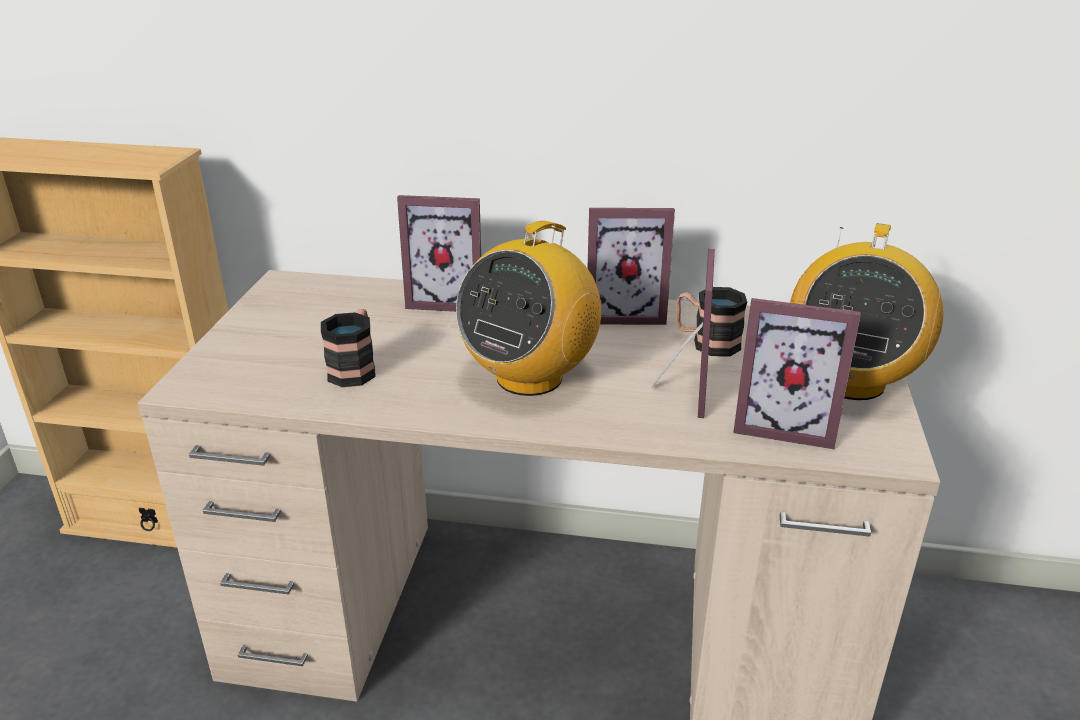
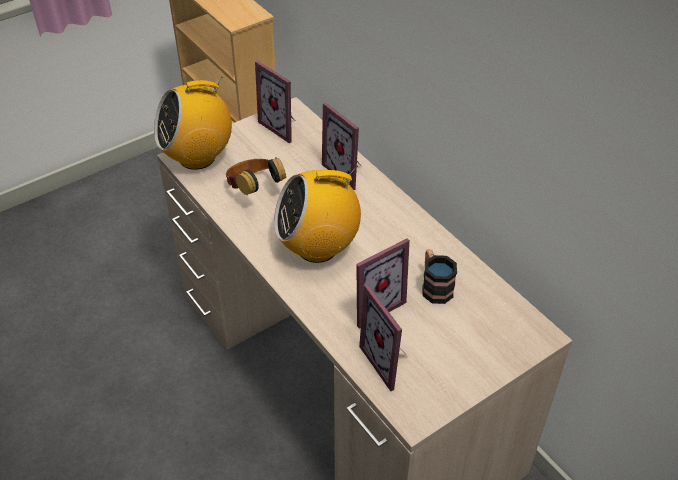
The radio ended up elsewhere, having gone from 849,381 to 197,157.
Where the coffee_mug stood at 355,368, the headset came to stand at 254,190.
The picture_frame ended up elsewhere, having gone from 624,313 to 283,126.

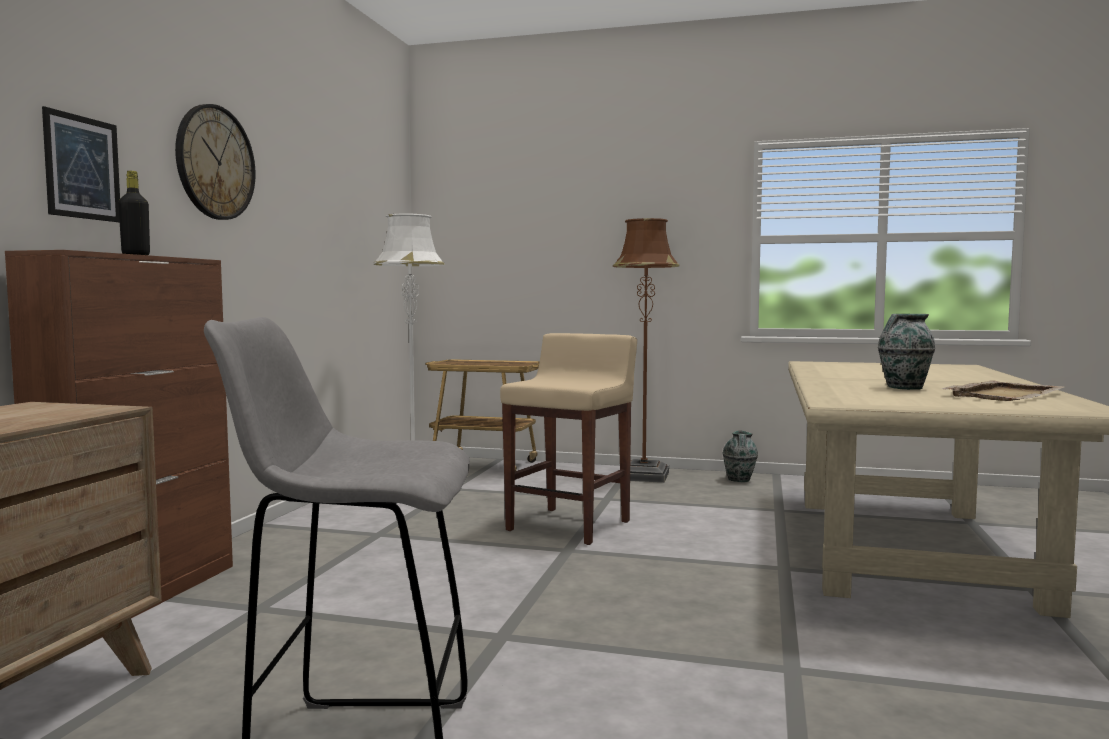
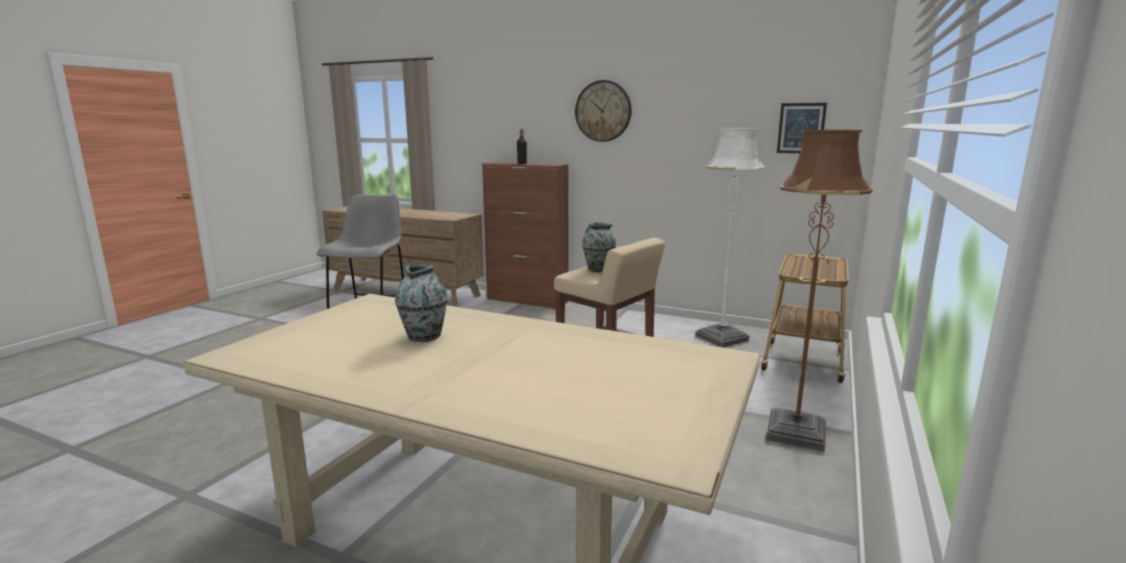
The vase ended up elsewhere, having gone from 739,480 to 598,269.
The wall_picture ended up elsewhere, having gone from 82,167 to 801,128.
The second view lost the sand-coloured_serving_tray at 1004,395.

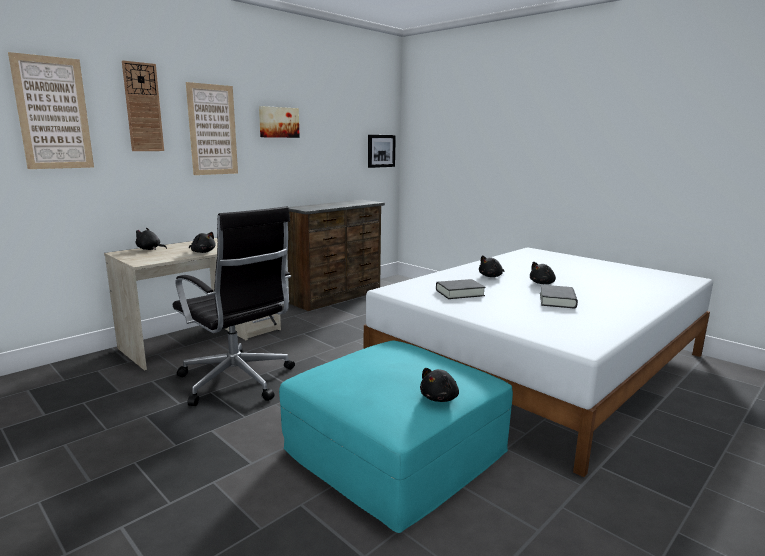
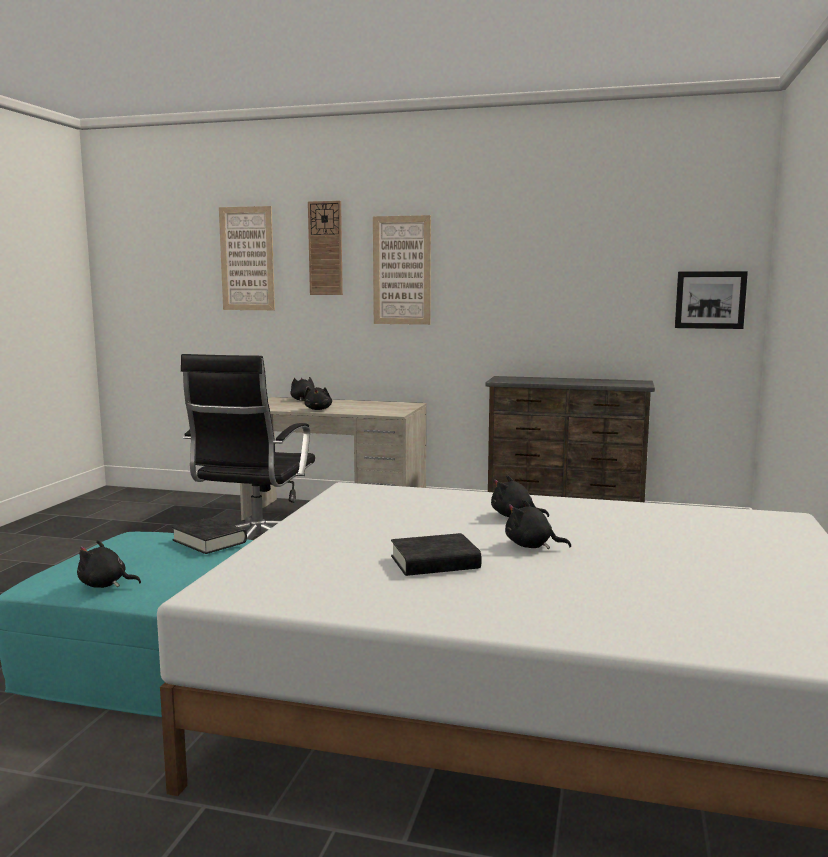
The black_bound_book ended up elsewhere, having gone from 459,293 to 209,541.
The second view lost the wall_picture at 278,122.

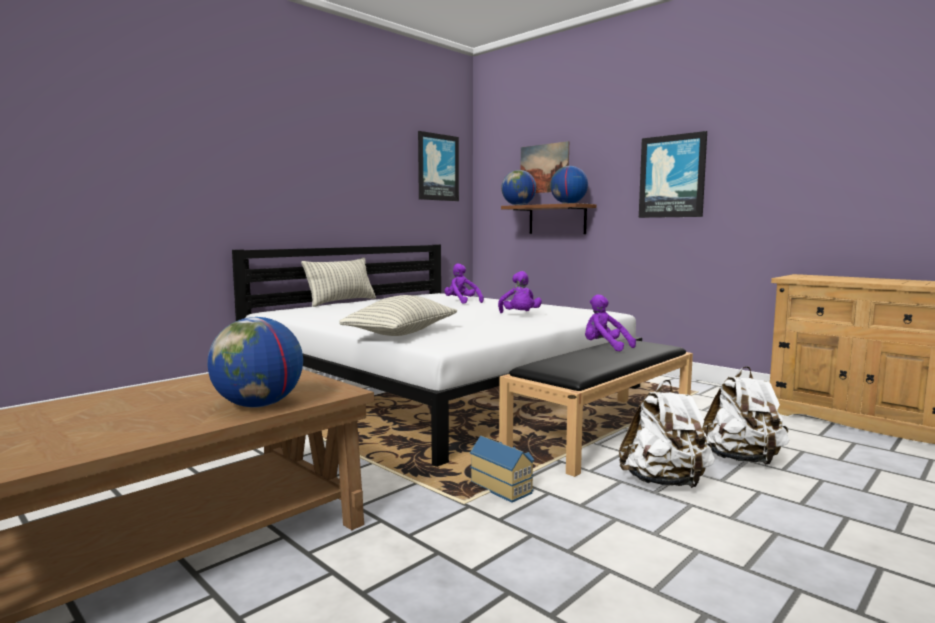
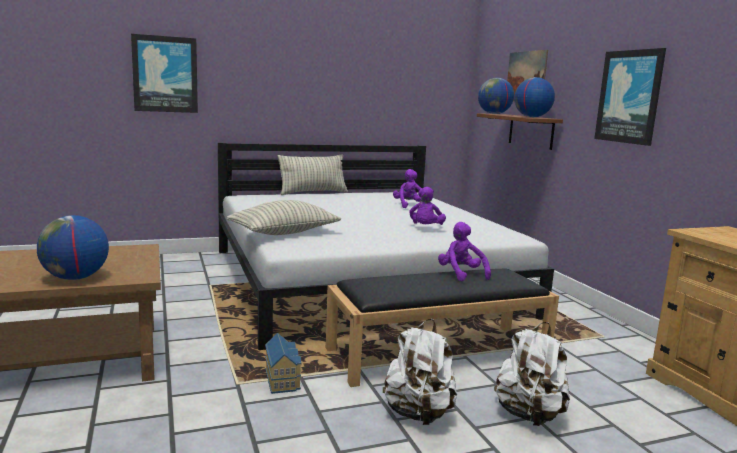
The wall_picture ended up elsewhere, having gone from 437,167 to 165,74.

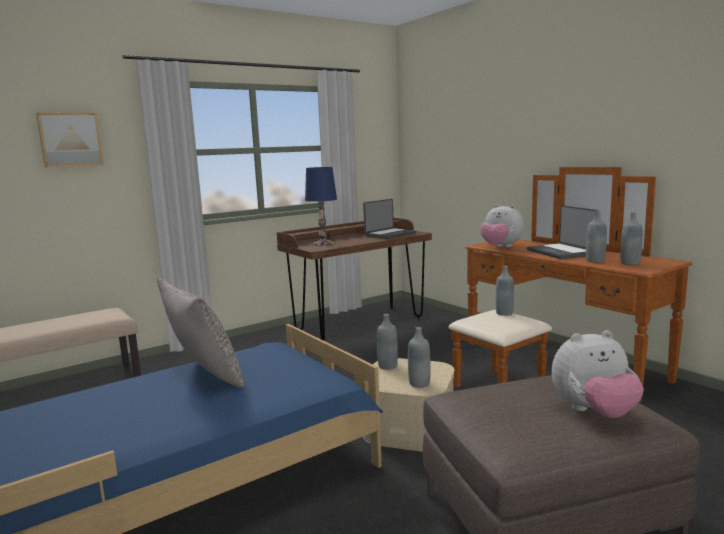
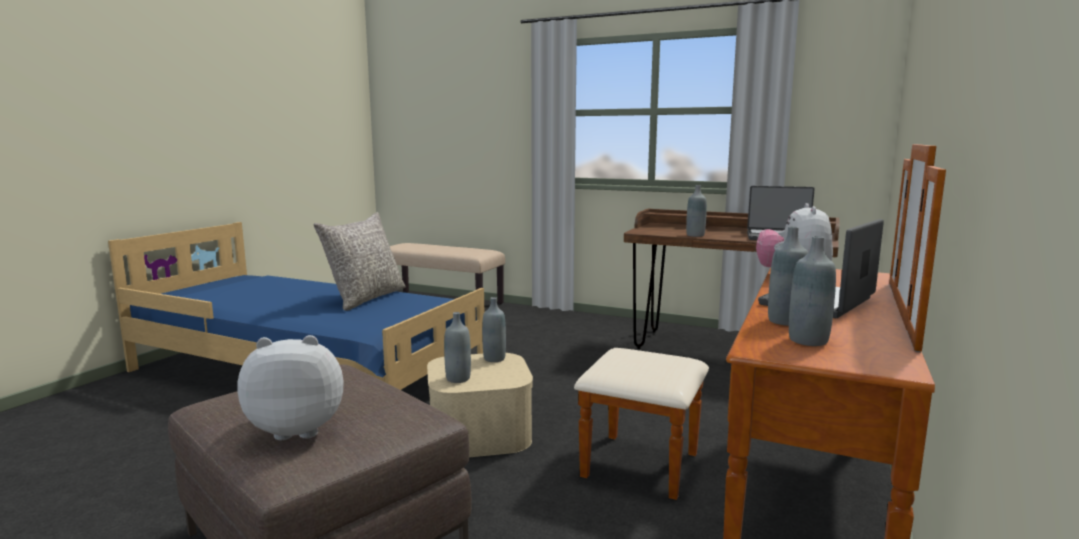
The plush_toy at 594,412 ended up facing another way, 120 degrees clockwise from before.
The greyish_drink_bottle ended up elsewhere, having gone from 504,313 to 695,235.
The second view lost the wall_picture at 70,139.
The second view lost the bluish_table_lamp at 323,243.

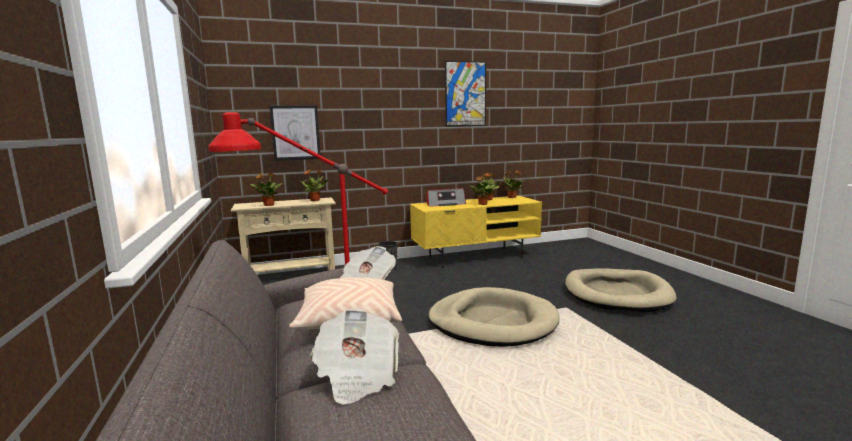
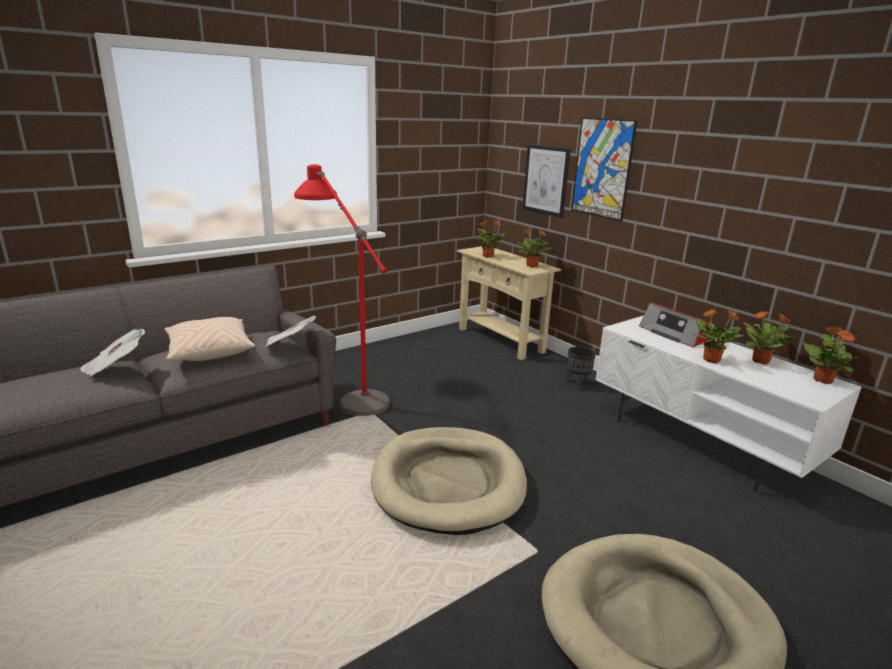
The wall_picture ended up elsewhere, having gone from 465,94 to 602,168.
What was the yellow-coloured_media_console at 475,257 turned into the whitish_media_console at 700,442.

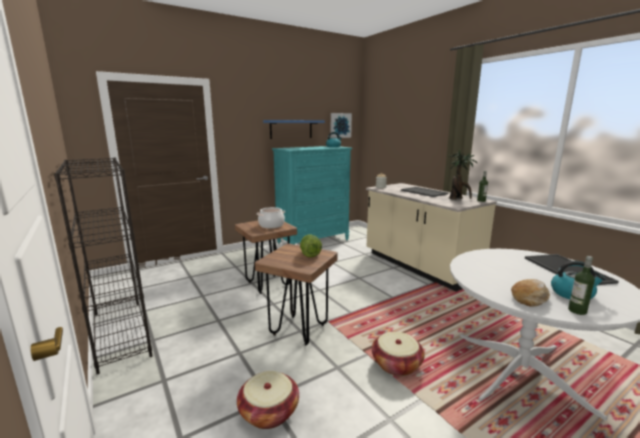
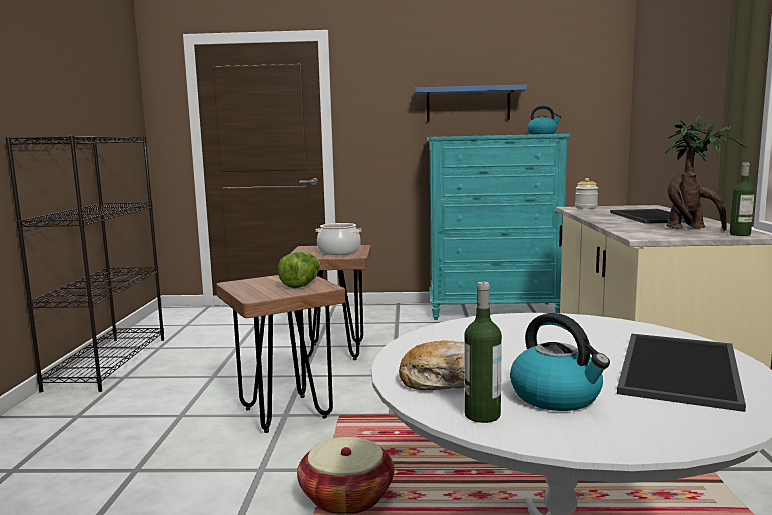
The second view lost the storage_basket at 269,412.
The second view lost the wall_picture at 340,125.

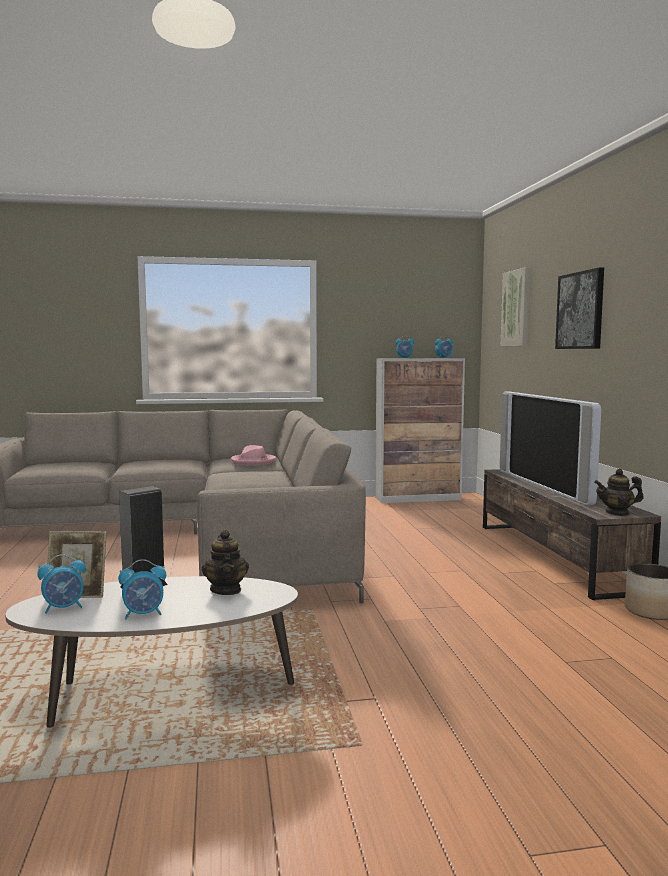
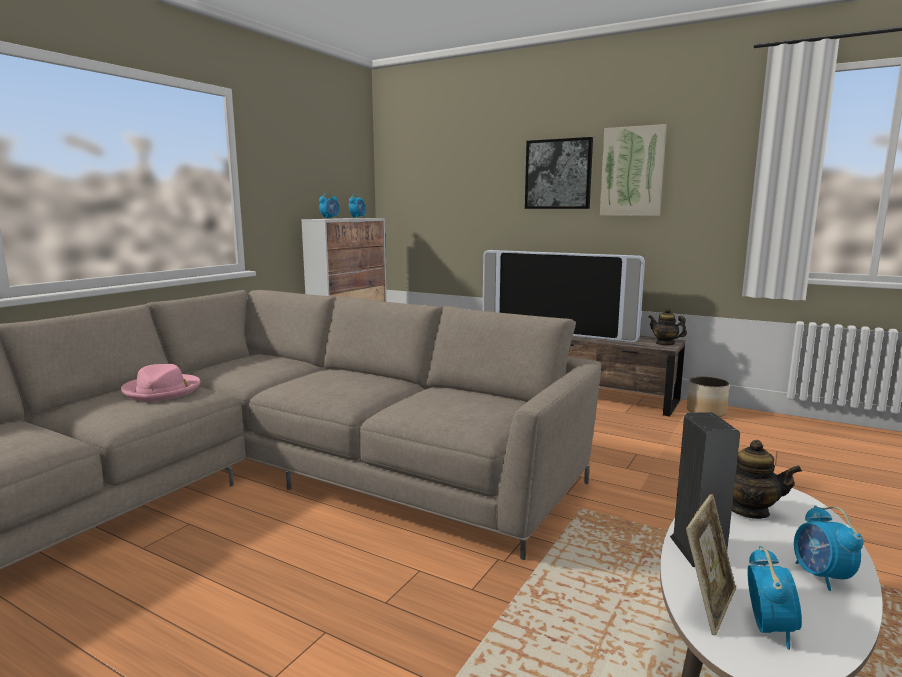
The pink-coloured_hat ended up elsewhere, having gone from 253,461 to 162,390.
The wall_picture ended up elsewhere, having gone from 516,308 to 632,171.
The pot_for_tea at 617,513 ended up facing another way, 90 degrees clockwise from before.
The alarm_clock at 144,614 ended up facing another way, 150 degrees clockwise from before.

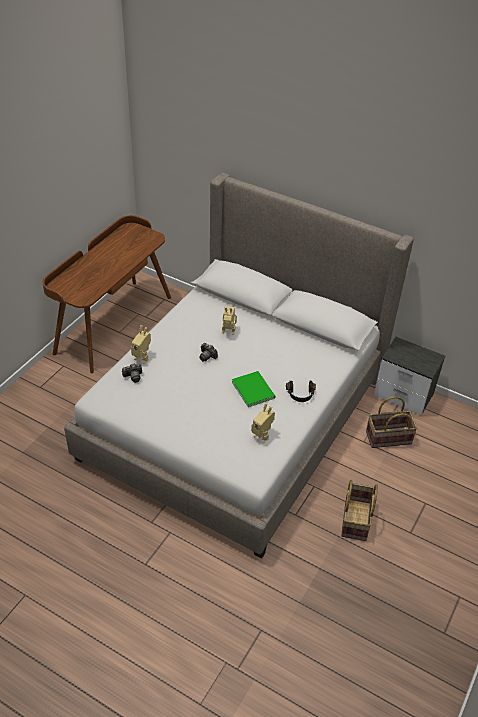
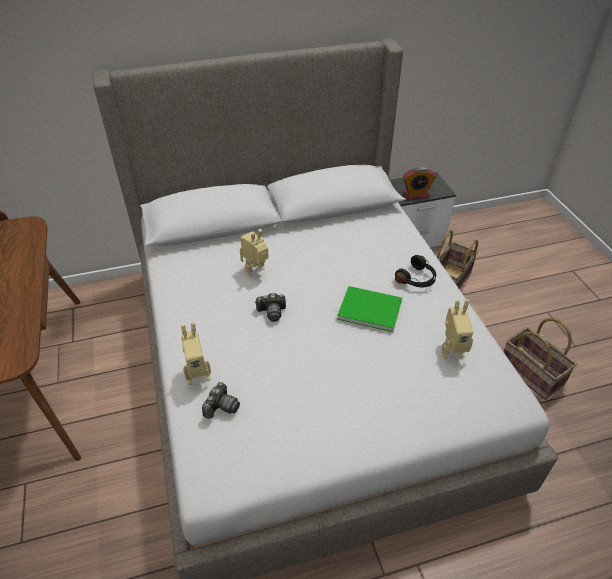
The second view gained the alarm_clock at 416,195.

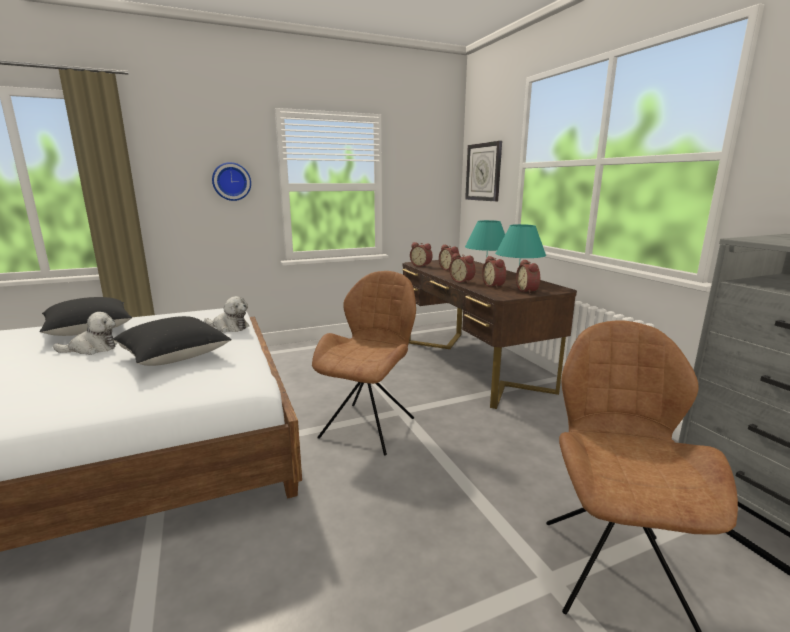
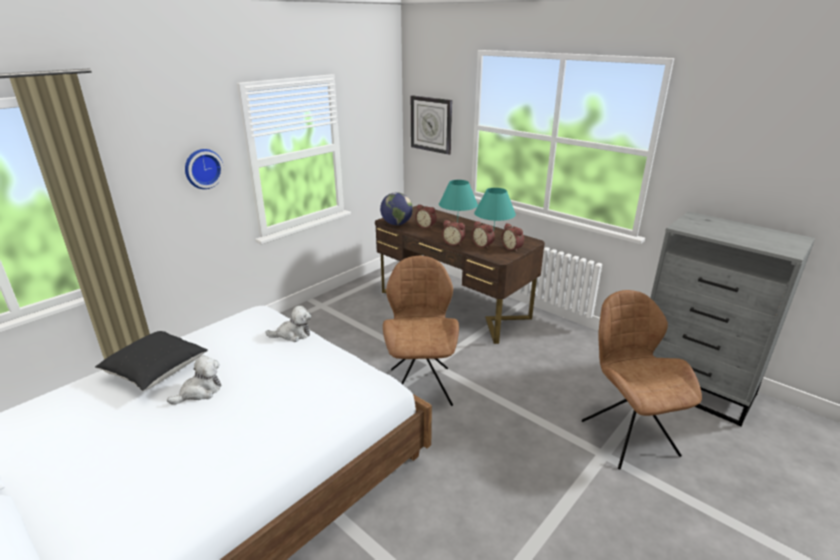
Where the alarm_clock stood at 421,265, the desk_globe came to stand at 396,224.
The second view lost the black_cushion at 174,357.

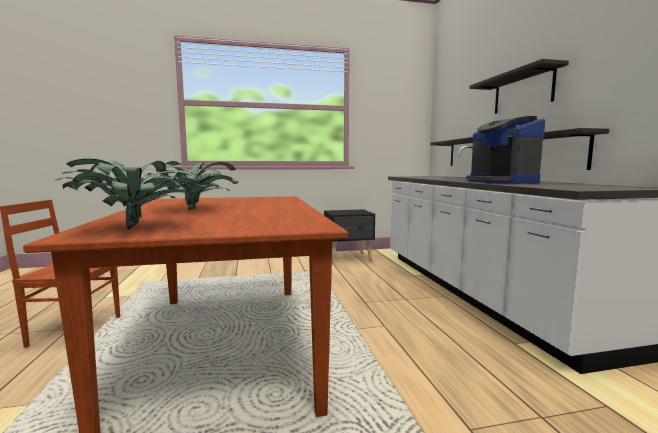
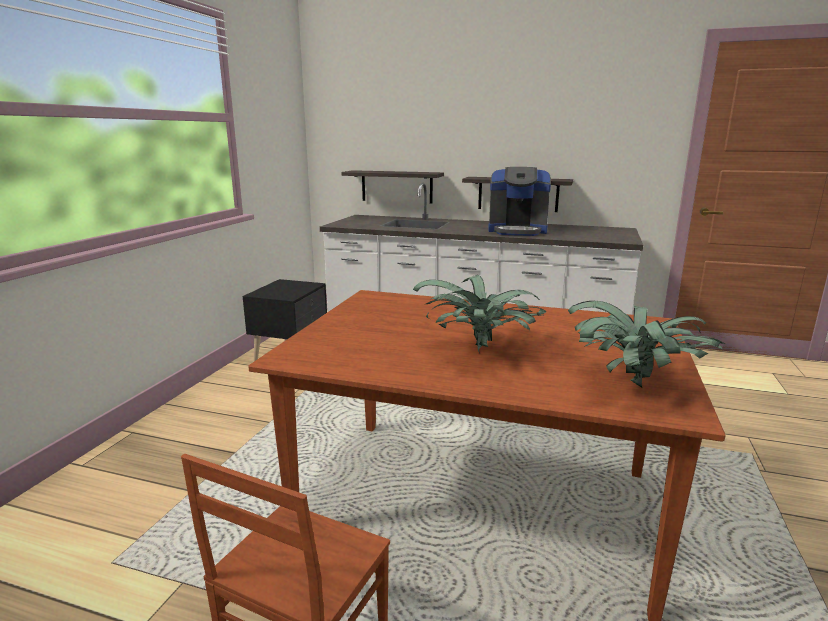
The second view lost the wall_shelf at 522,91.

